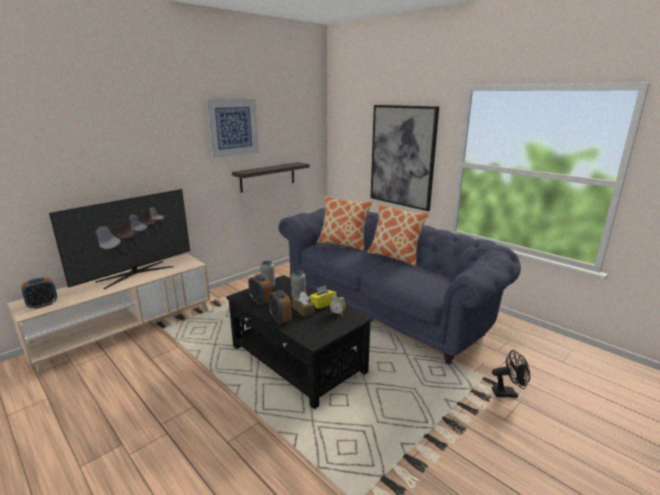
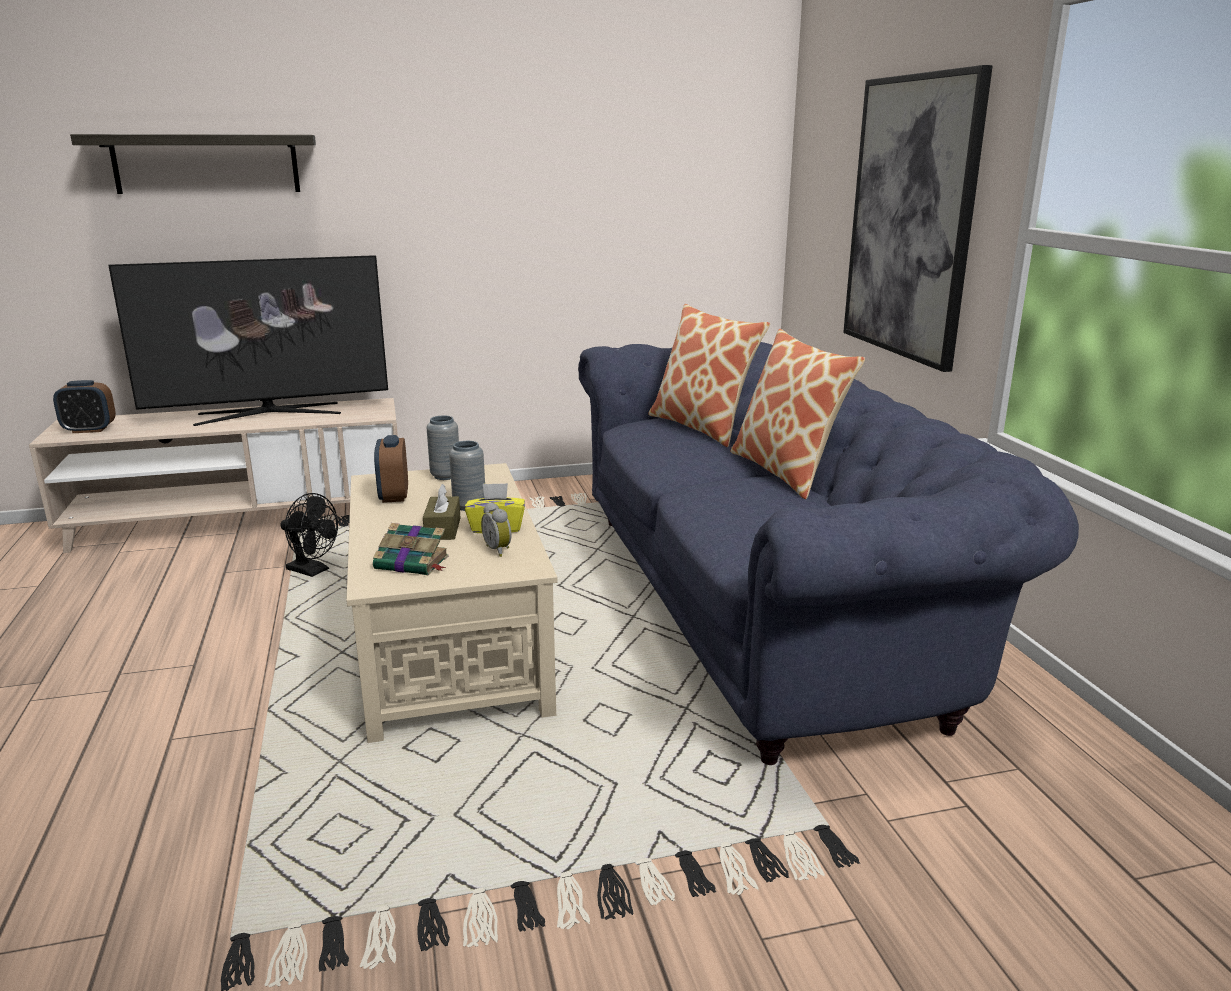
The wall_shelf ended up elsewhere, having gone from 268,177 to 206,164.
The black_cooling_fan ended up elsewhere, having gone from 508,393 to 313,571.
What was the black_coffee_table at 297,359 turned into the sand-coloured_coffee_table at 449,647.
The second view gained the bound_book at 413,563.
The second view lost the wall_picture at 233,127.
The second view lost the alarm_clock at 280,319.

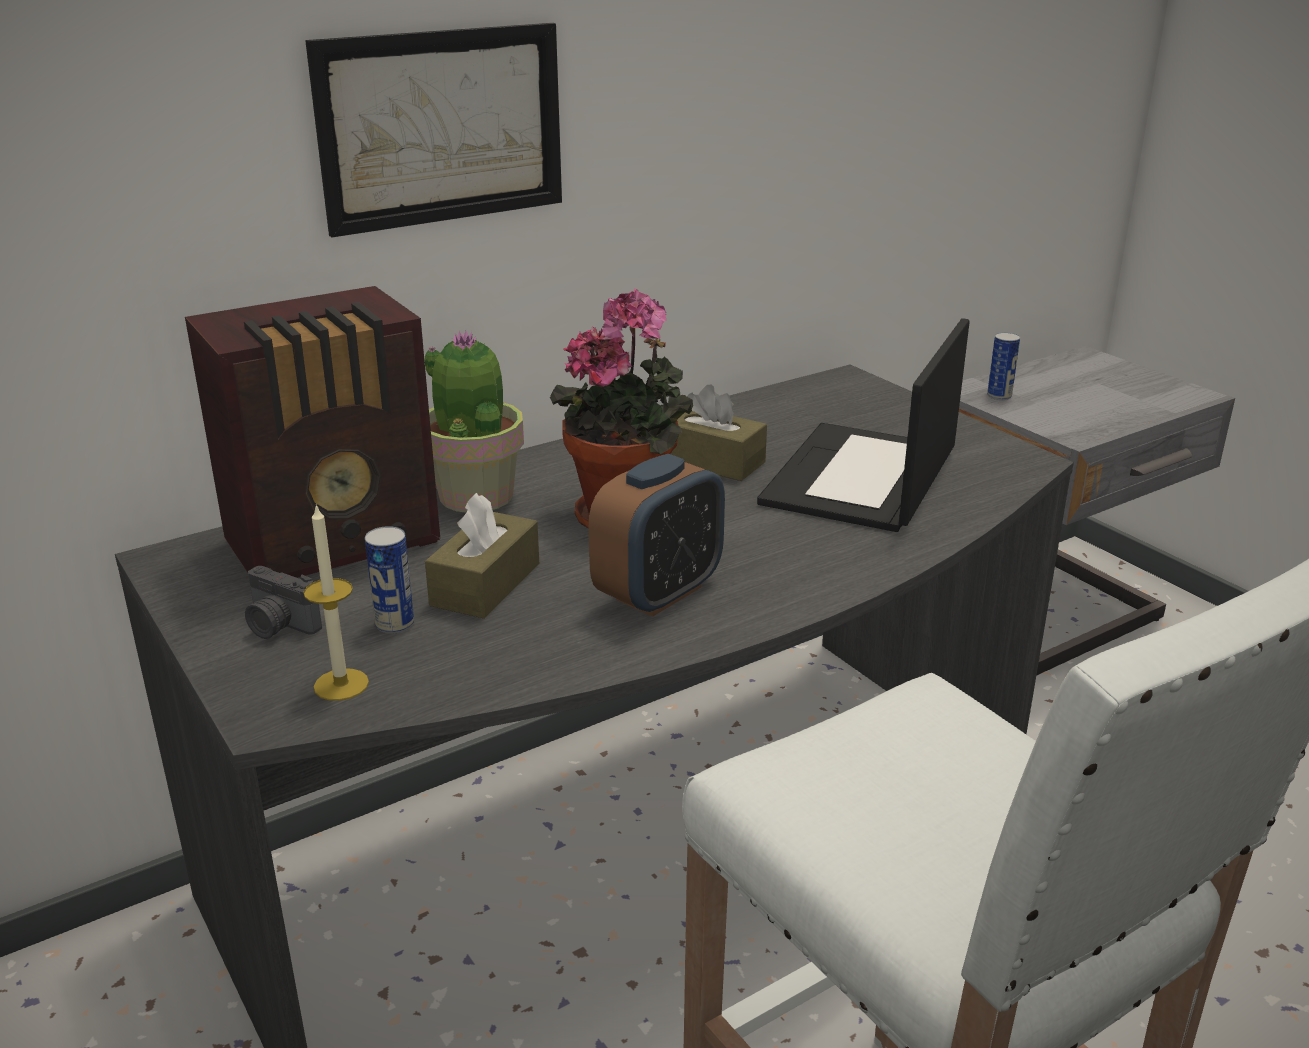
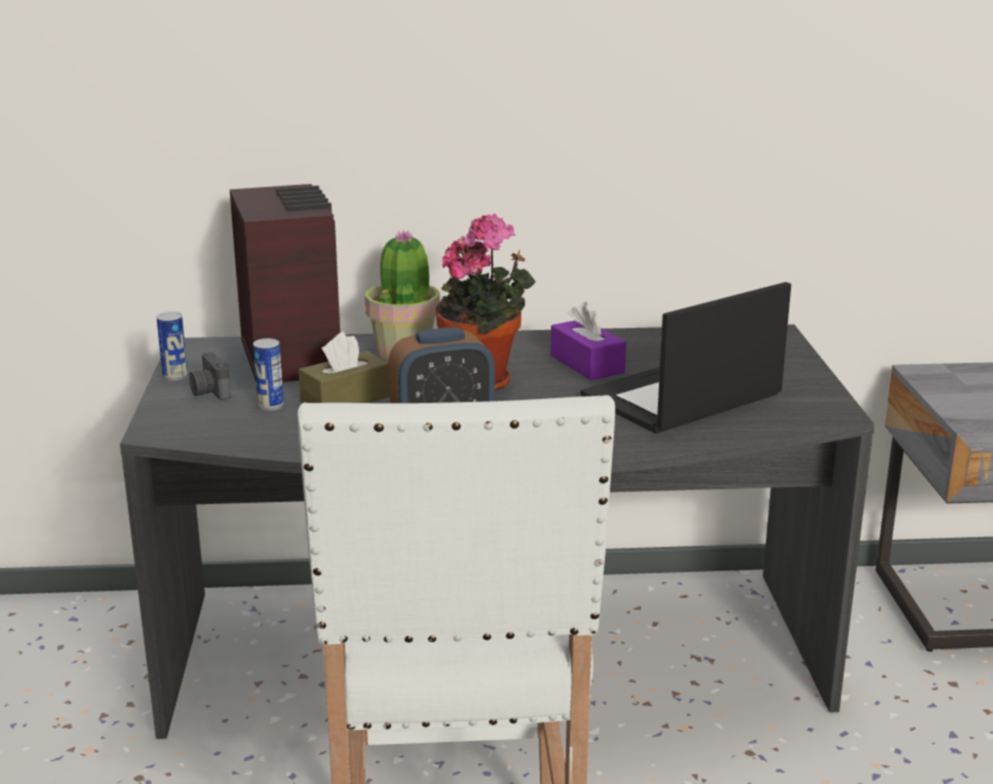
The metal_can ended up elsewhere, having gone from 999,396 to 175,376.
The radio at 338,542 ended up facing another way, 105 degrees counterclockwise from before.
What was the brownish_box_of_tissues at 711,461 turned into the purplish_box_of_tissues at 587,364.
The second view lost the candle at 341,684.
The second view lost the wall_picture at 442,127.

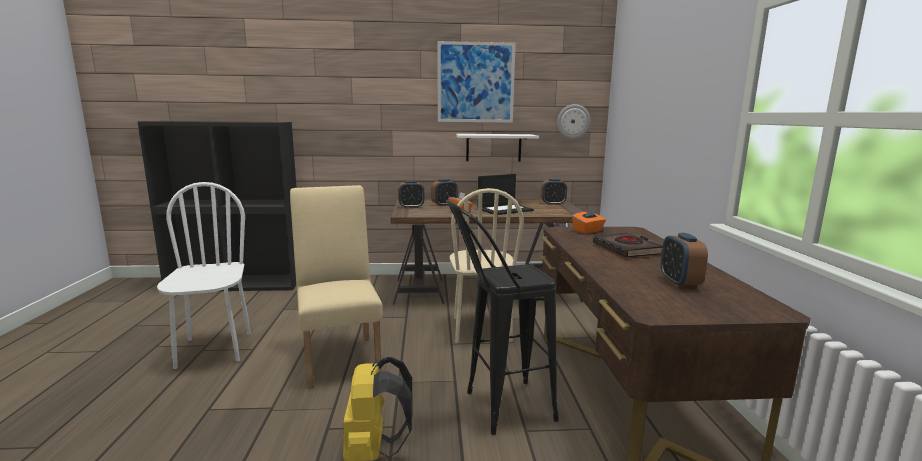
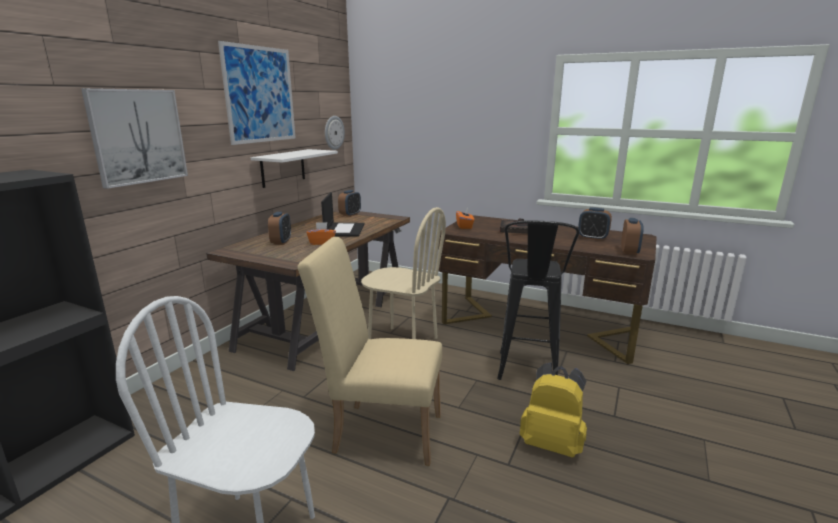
The second view gained the wall_picture at 138,136.
The alarm_clock ended up elsewhere, having gone from 411,207 to 629,251.

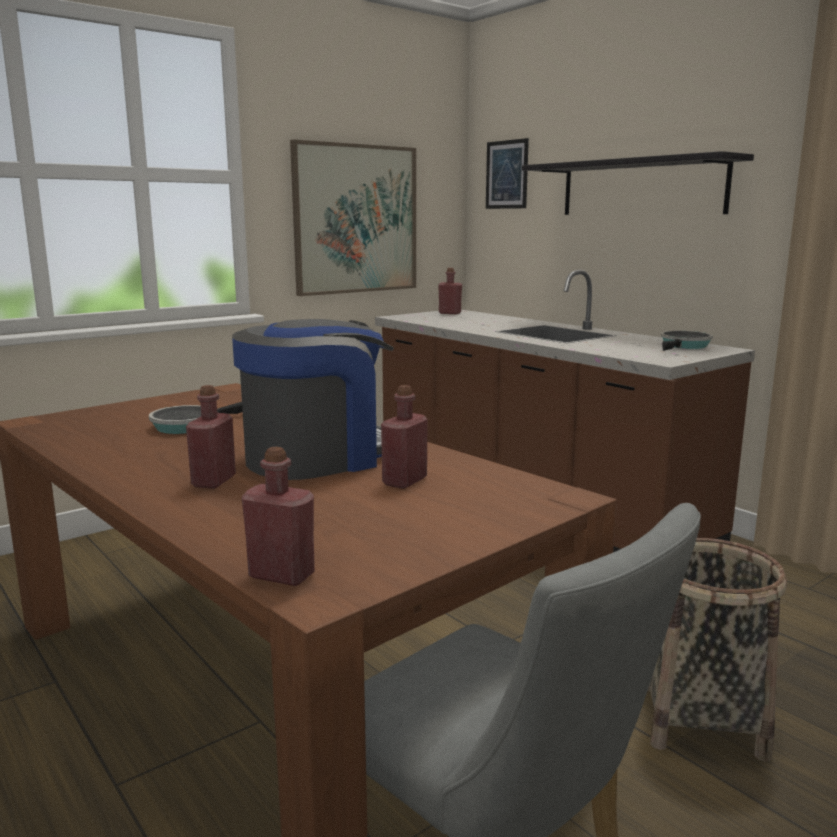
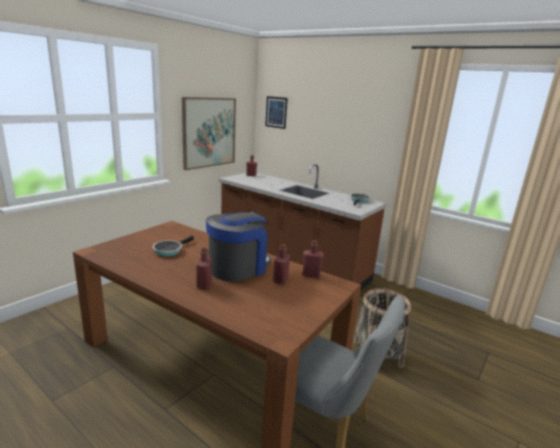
The reddish_drink_bottle ended up elsewhere, having gone from 281,575 to 311,275.
The second view lost the black_wall_shelf at 641,188.

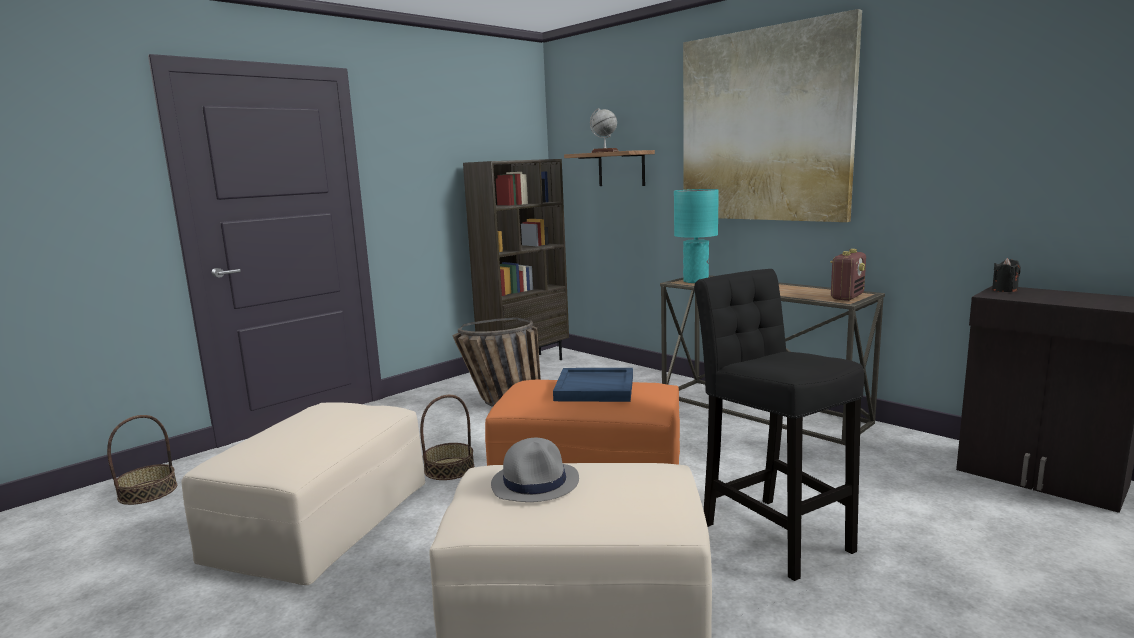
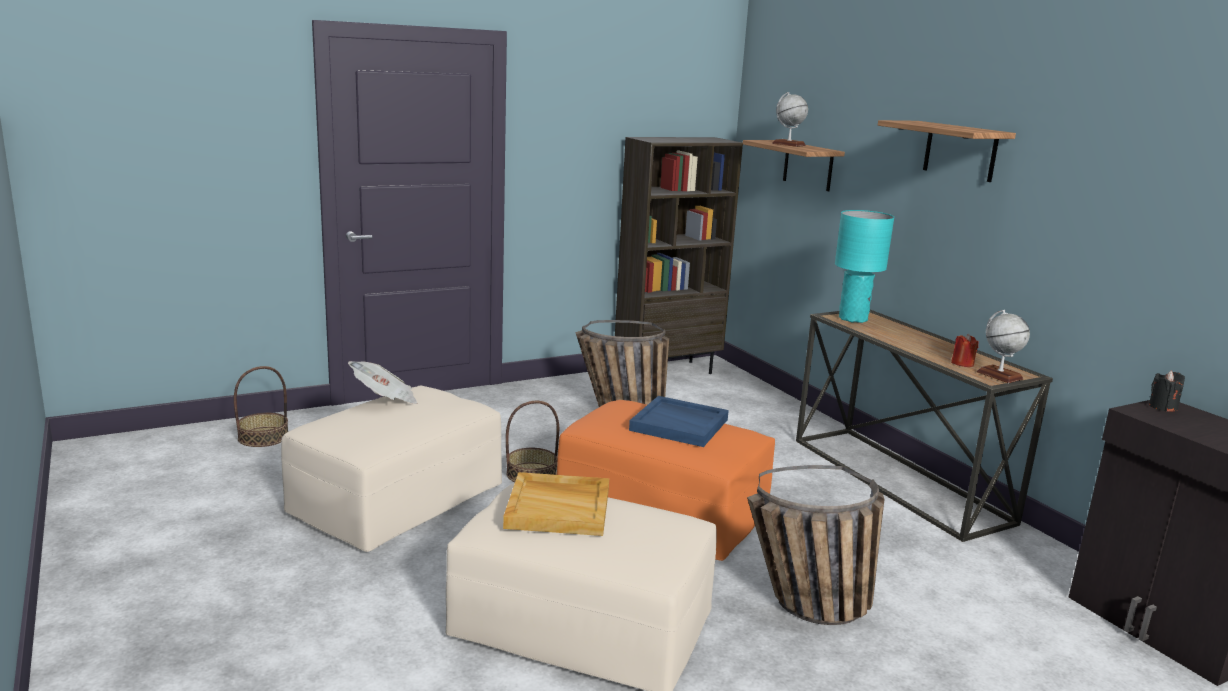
The second view gained the printed_paper at 385,399.
Where the greyish_hat stood at 535,482, the sand-coloured_serving_tray came to stand at 559,508.
Where the black_sitting_stool stood at 771,532, the storage_basket came to stand at 807,610.
Where the wall_picture hung at 764,126, the wall_shelf came to hang at 960,151.
The second view gained the reddish_candle at 962,363.
Where the radio stood at 847,297, the desk_globe came to stand at 999,375.

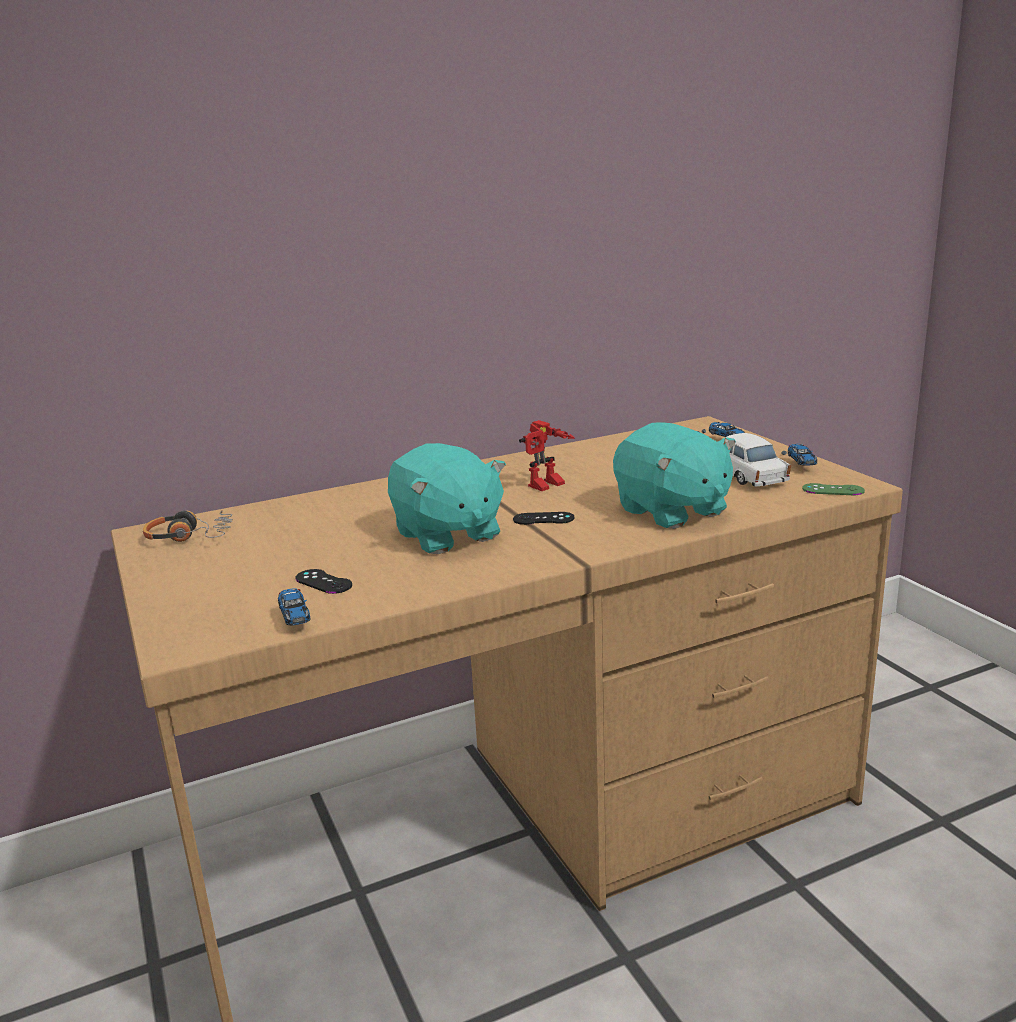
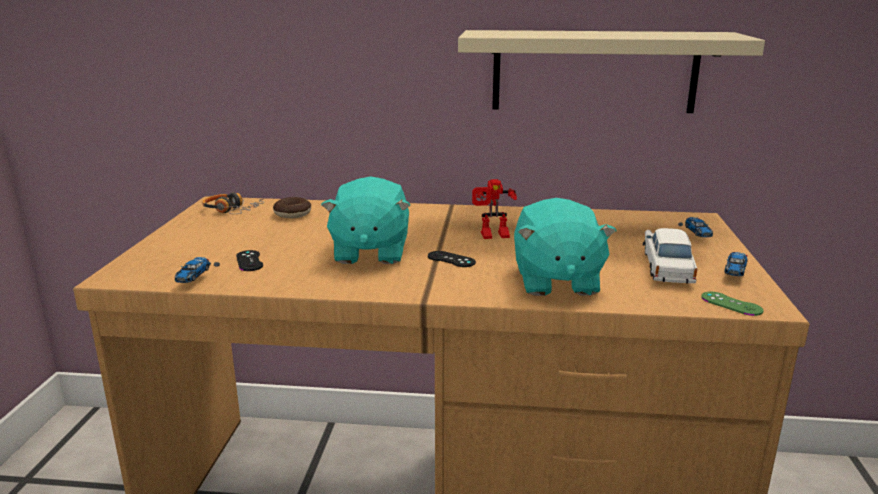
The second view gained the ring_doughnut at 292,214.
The second view gained the sand-coloured_wall_shelf at 594,71.

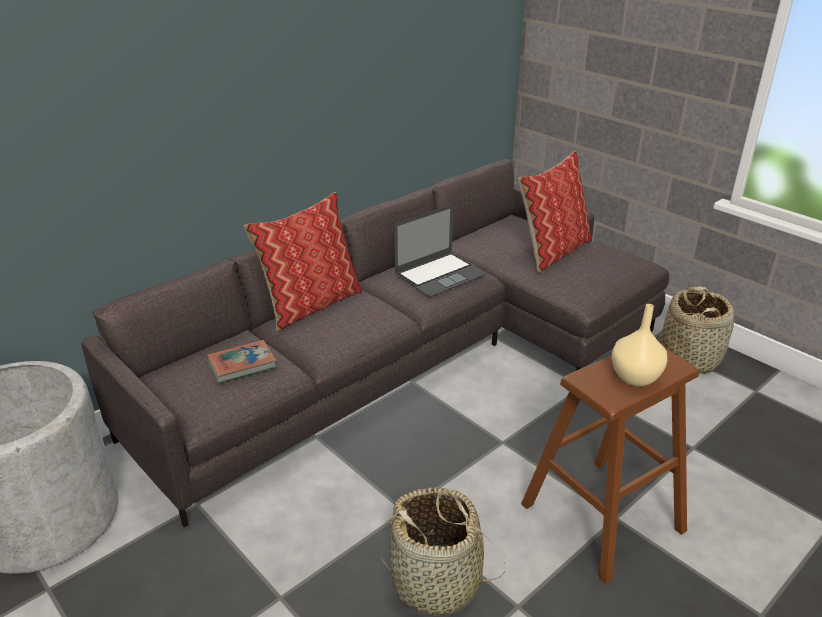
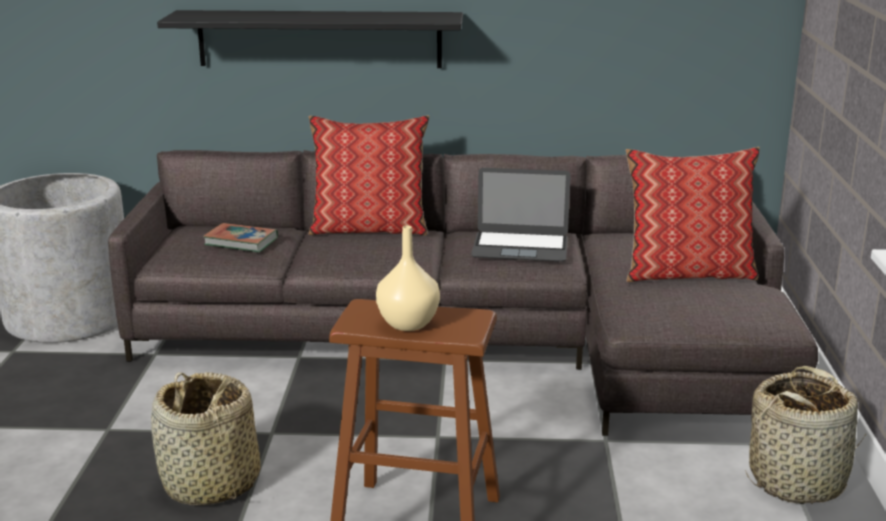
The second view gained the black_wall_shelf at 319,39.

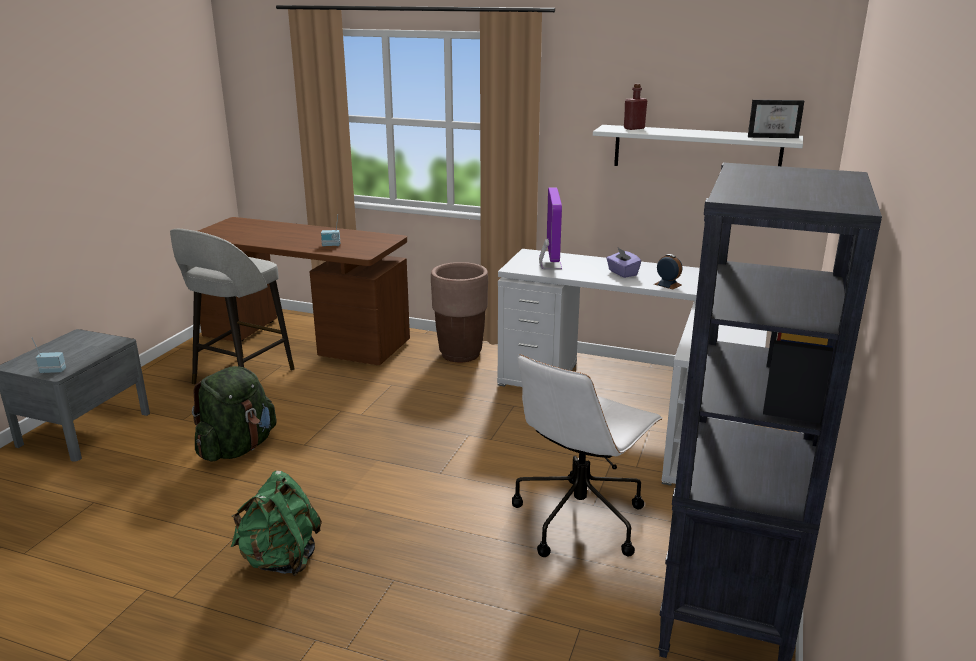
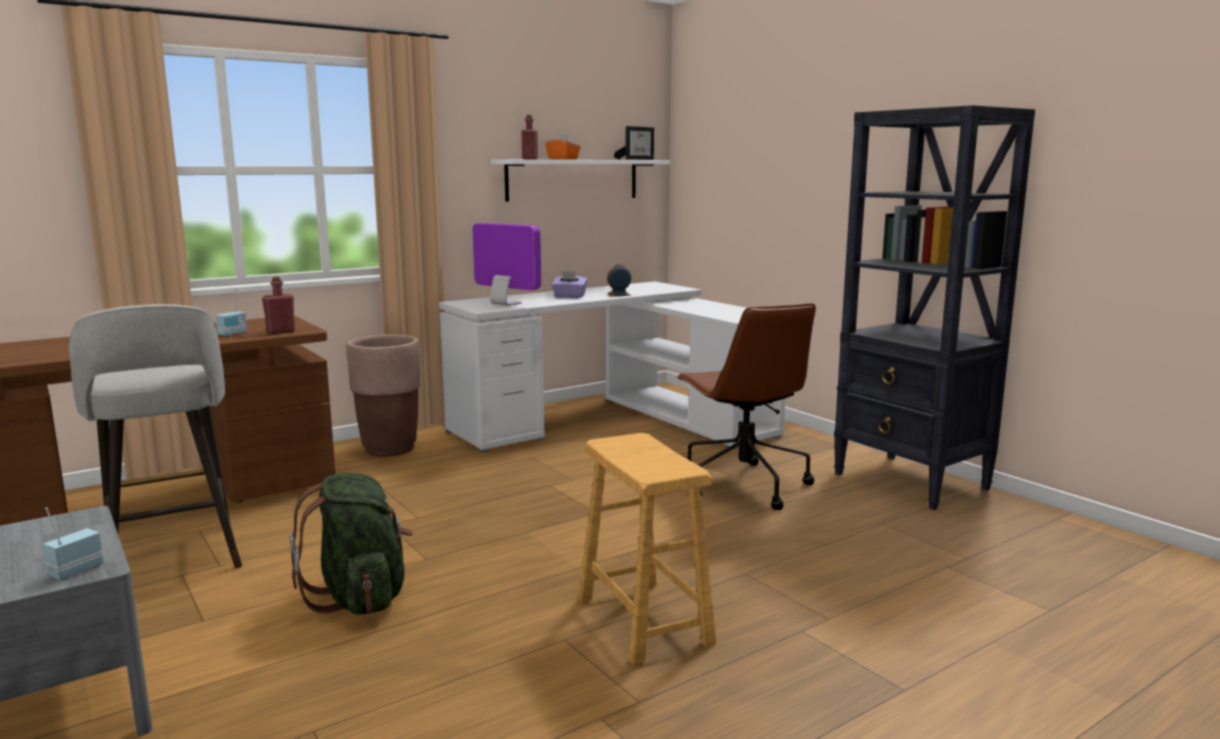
The second view gained the reddish_drink_bottle at 281,332.
The second view gained the orangey_box_of_tissues at 563,159.
Where the green-coloured_rucksack stood at 280,560, the brownish_sitting_stool came to stand at 644,620.
What was the whitish_computer_chair at 579,518 turned into the brownish_computer_chair at 742,484.

